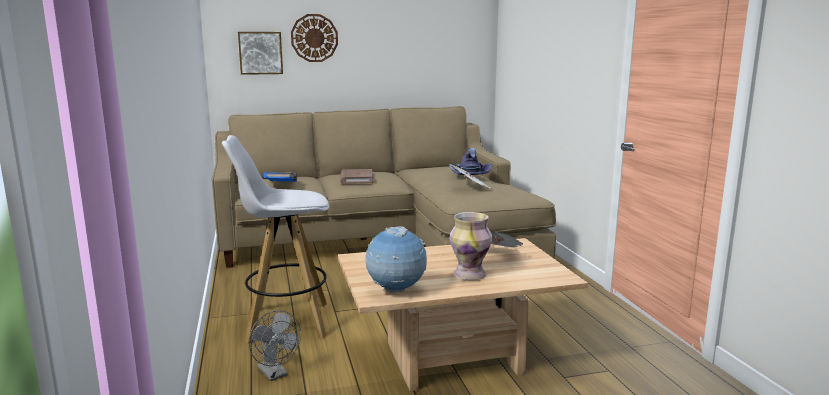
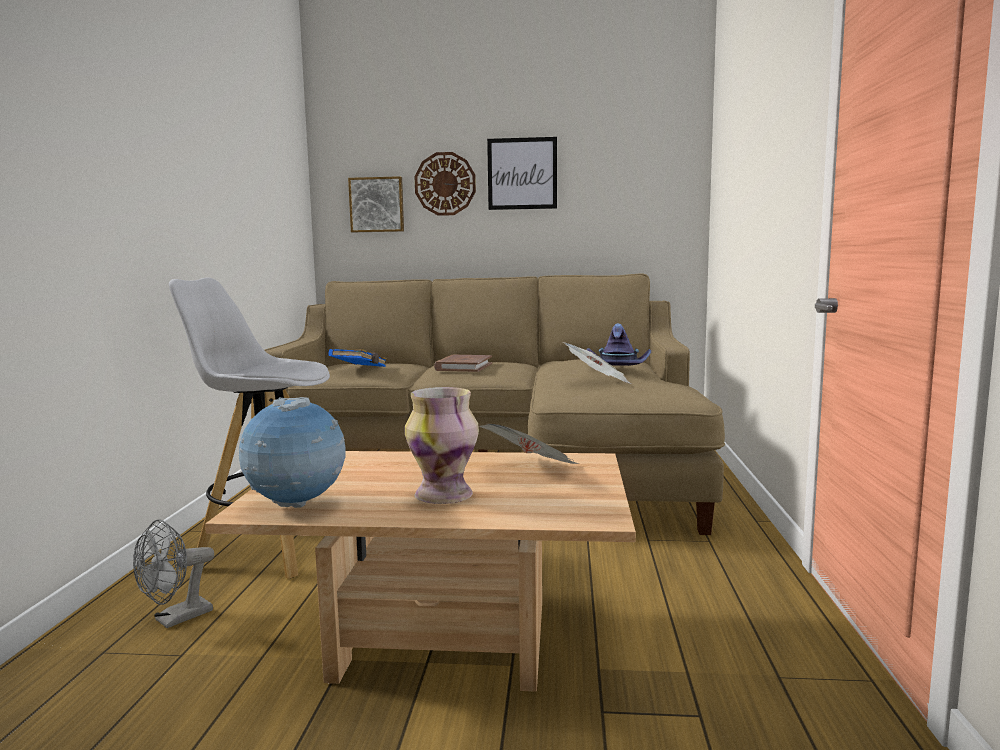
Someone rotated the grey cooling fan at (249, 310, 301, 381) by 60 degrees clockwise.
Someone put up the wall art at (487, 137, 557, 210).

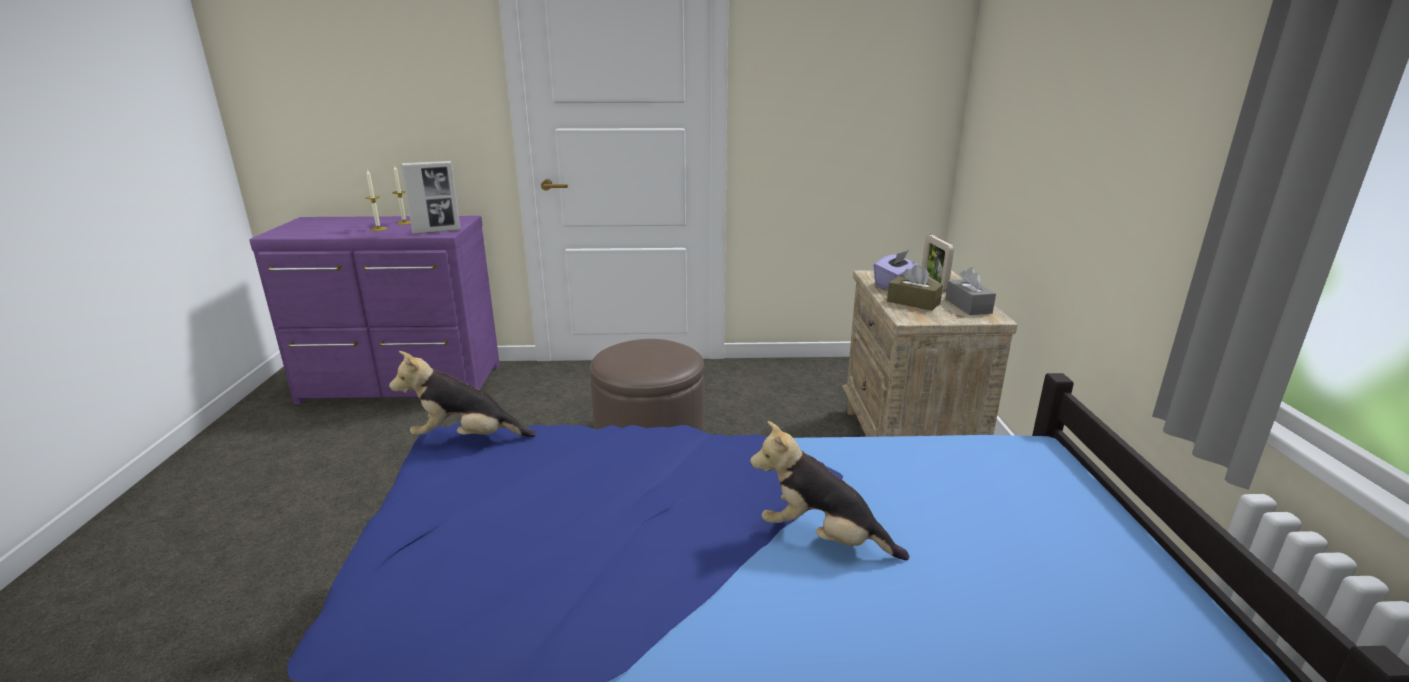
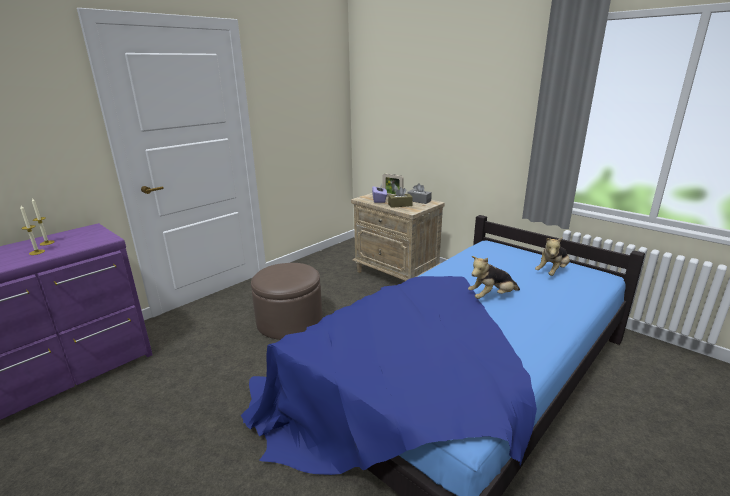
Someone took away the standing frame at (401, 161, 461, 234).
Someone carried the plush toy from (389, 351, 536, 437) to (535, 237, 570, 276).

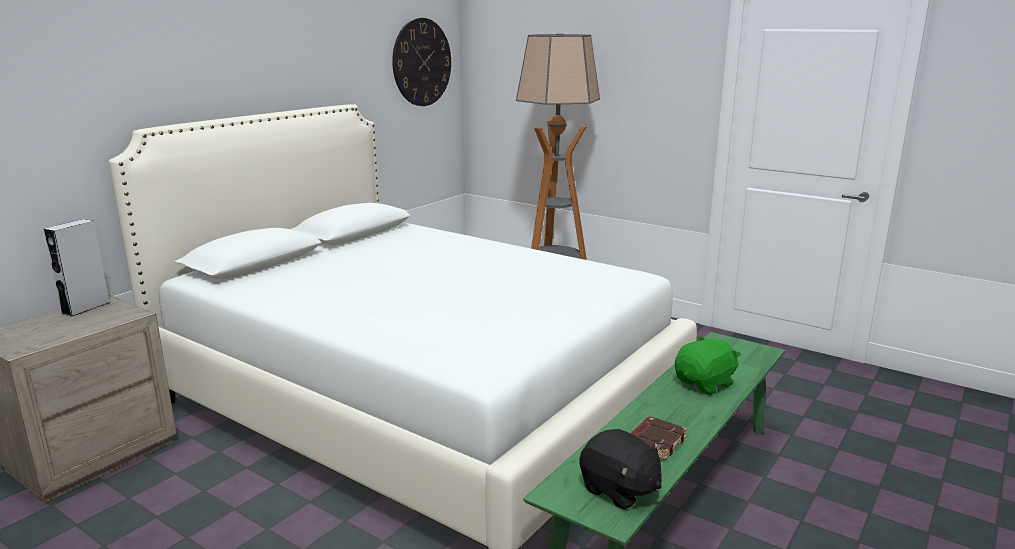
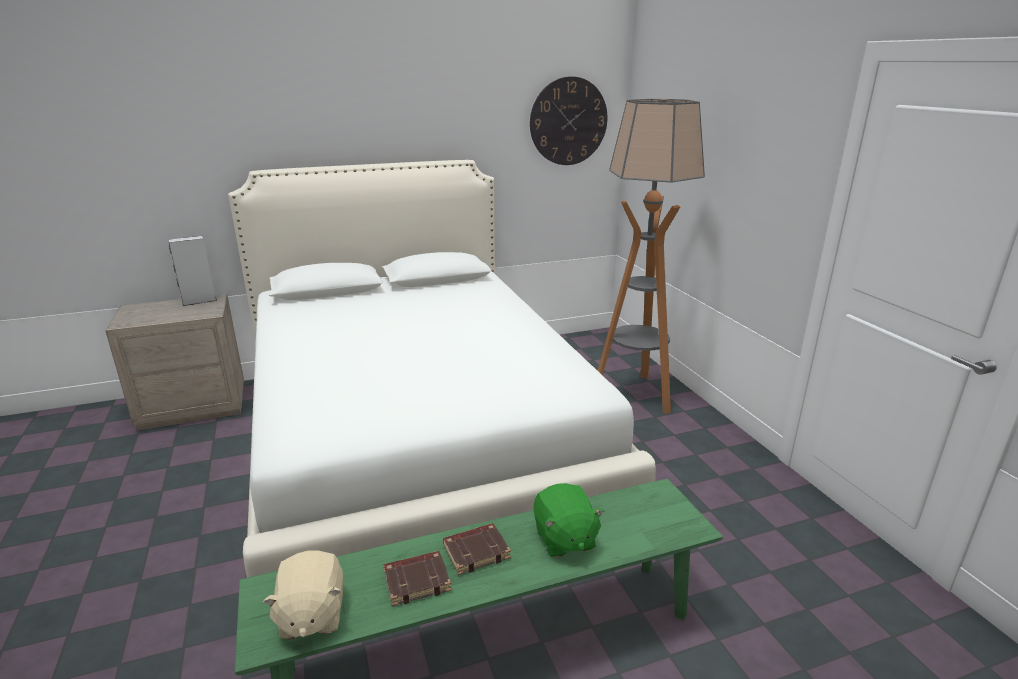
Someone rotated the green plush toy at (675, 336, 741, 395) by 75 degrees clockwise.
Someone repainted the black-coloured plush toy at (580, 429, 662, 510), which became the sand-coloured plush toy at (263, 551, 343, 640).
Someone put down the brownish bound book at (443, 523, 511, 575).

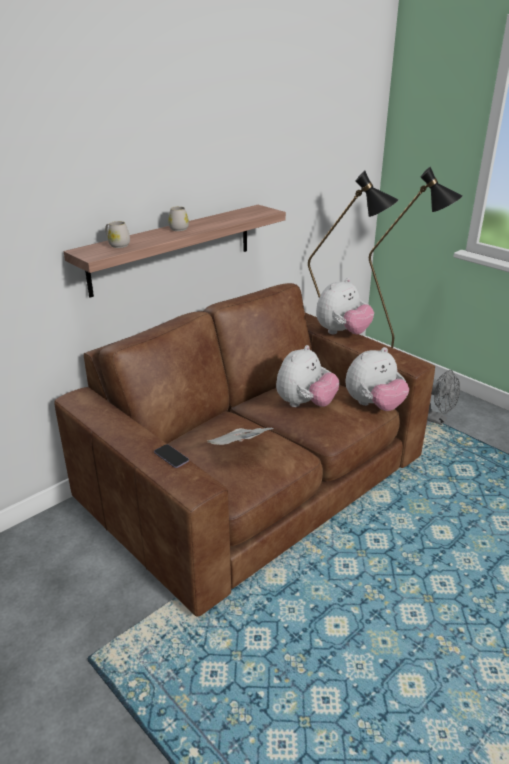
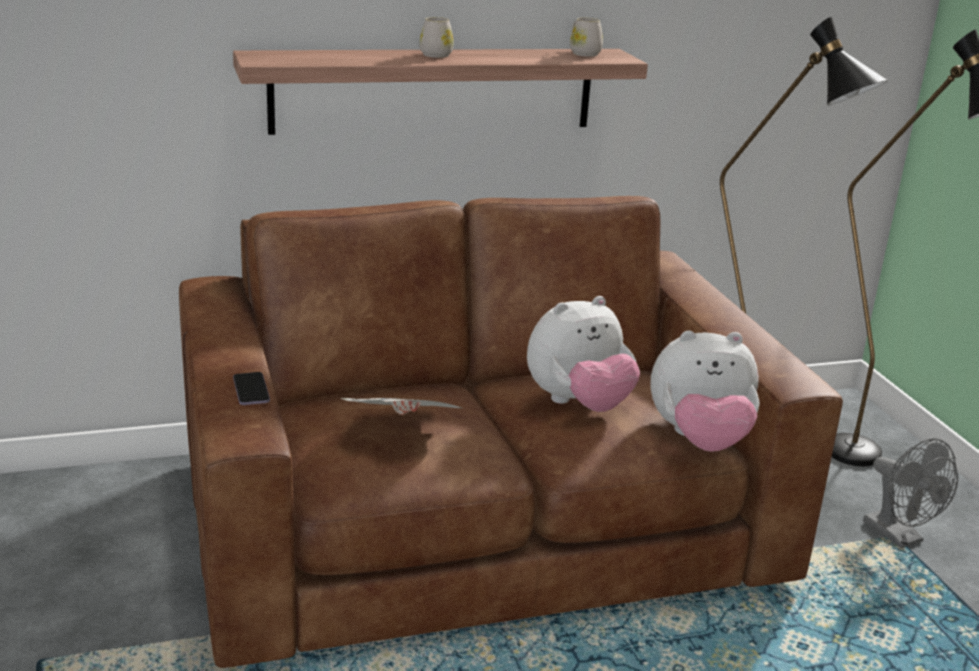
Someone carried the whitish tea mug from (105, 221, 130, 248) to (570, 17, 603, 56).
Someone took away the plush toy at (316, 278, 374, 335).

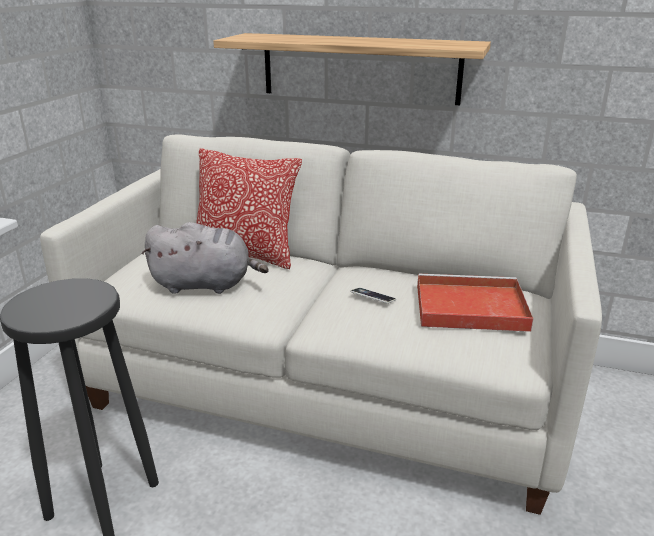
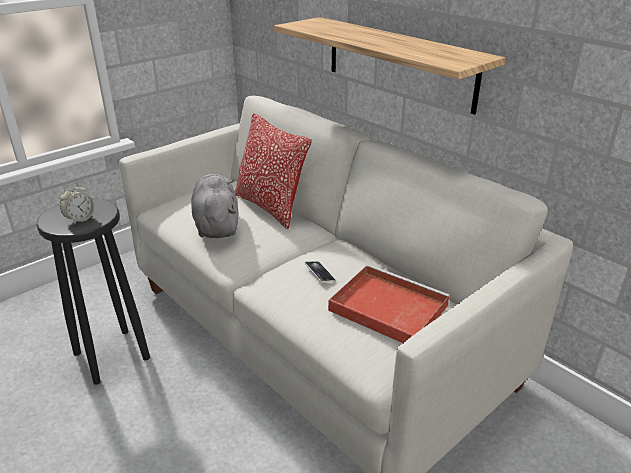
Someone rotated the grey plush toy at (142, 222, 269, 294) by 135 degrees counterclockwise.
Someone put down the bedside clock at (60, 183, 95, 225).

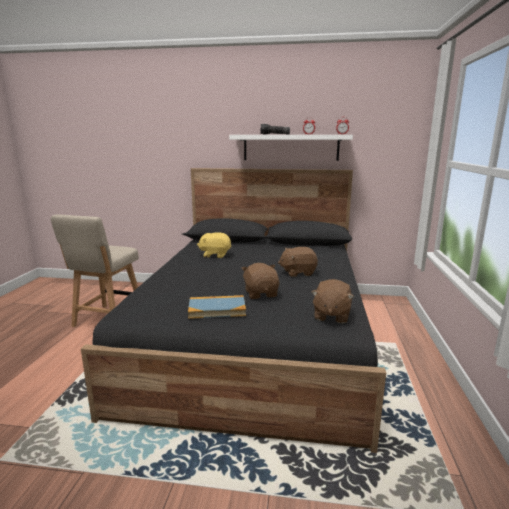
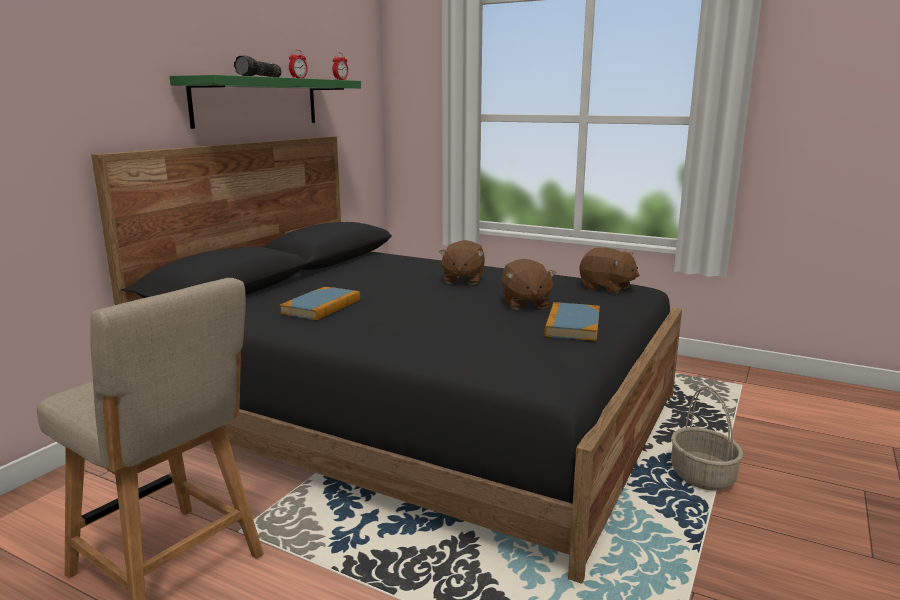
Someone repainted the whitish shelf at (229, 135, 353, 161), which became the green shelf at (169, 75, 361, 129).
Someone swapped the yellow plush toy at (197, 232, 232, 258) for the bound book at (280, 287, 360, 320).
Someone rotated the brownish plush toy at (241, 263, 280, 299) by 105 degrees counterclockwise.
Someone put down the household basket at (671, 386, 743, 491).

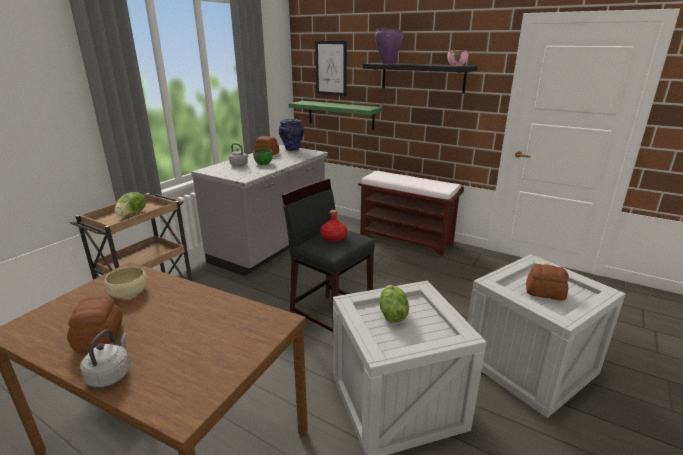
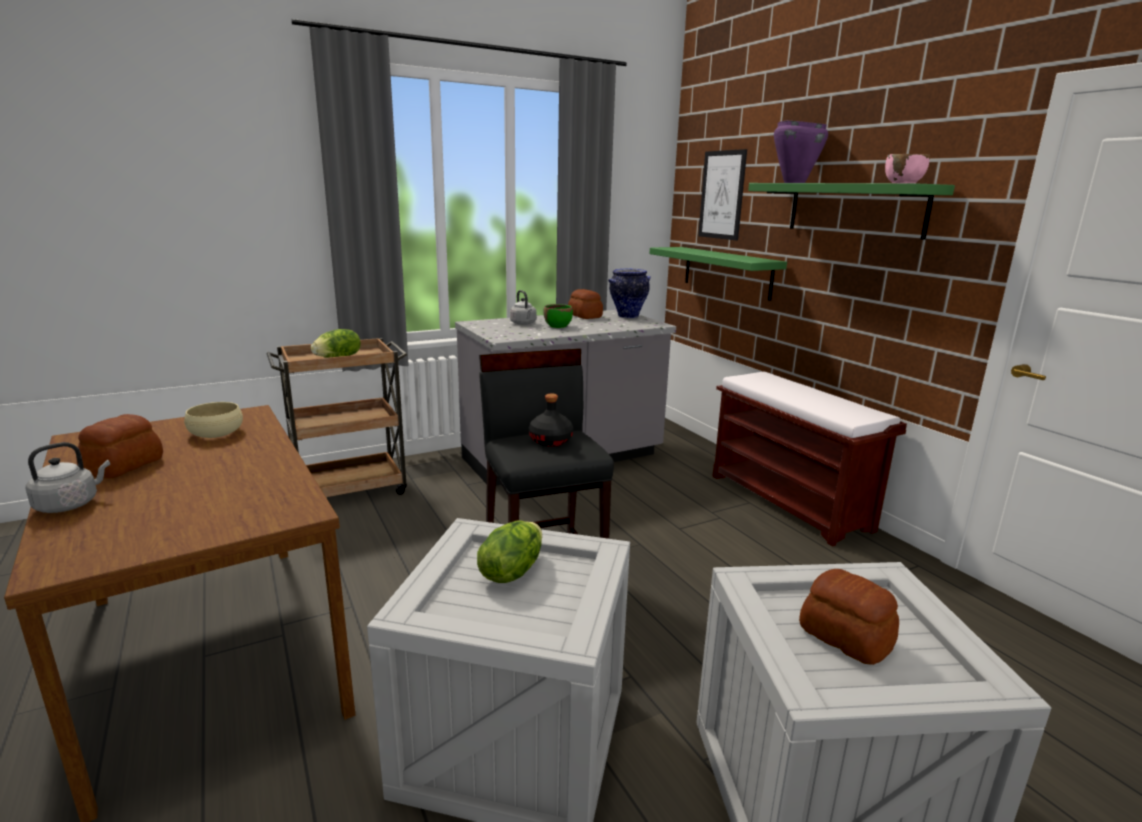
Someone repainted the black-coloured shelf at (363, 63, 478, 93), which became the green shelf at (748, 183, 955, 240).
Someone repainted the red beverage bottle at (320, 210, 347, 242), which became the black-coloured beverage bottle at (529, 394, 573, 446).

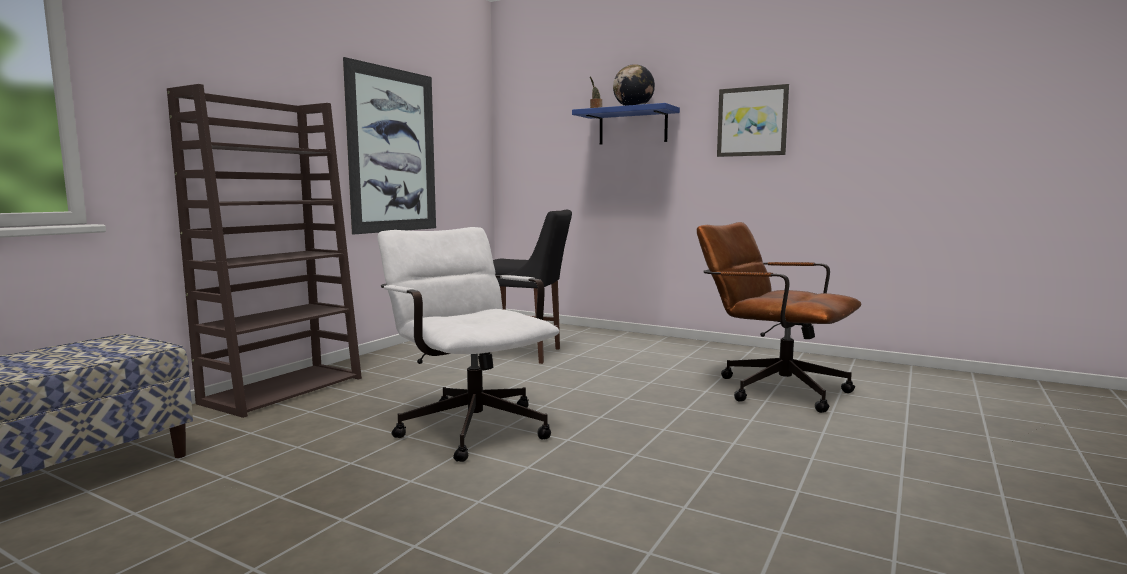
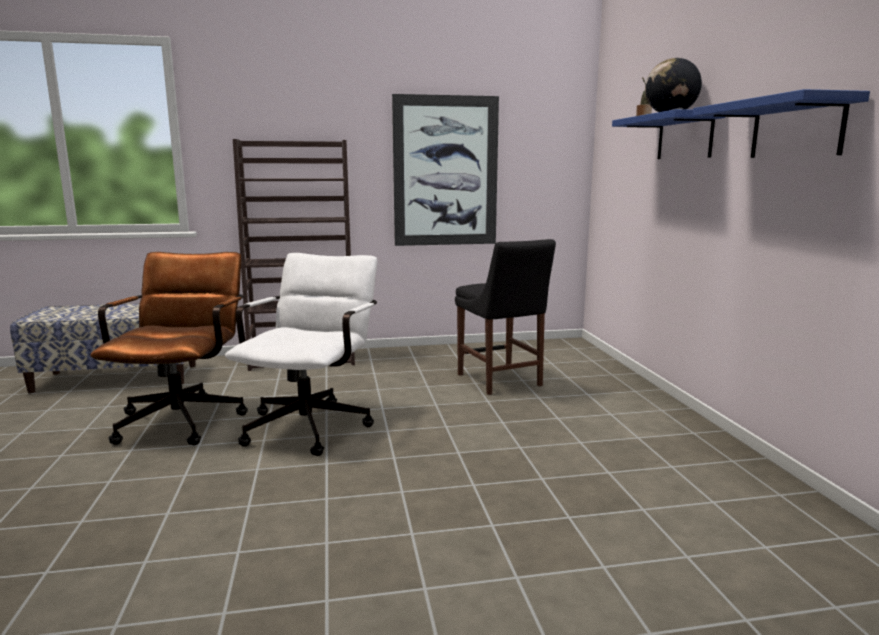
Someone swapped the wall art at (717, 84, 789, 157) for the blue shelf at (693, 89, 870, 158).
Someone carried the brownish office chair from (697, 222, 861, 413) to (90, 252, 248, 445).

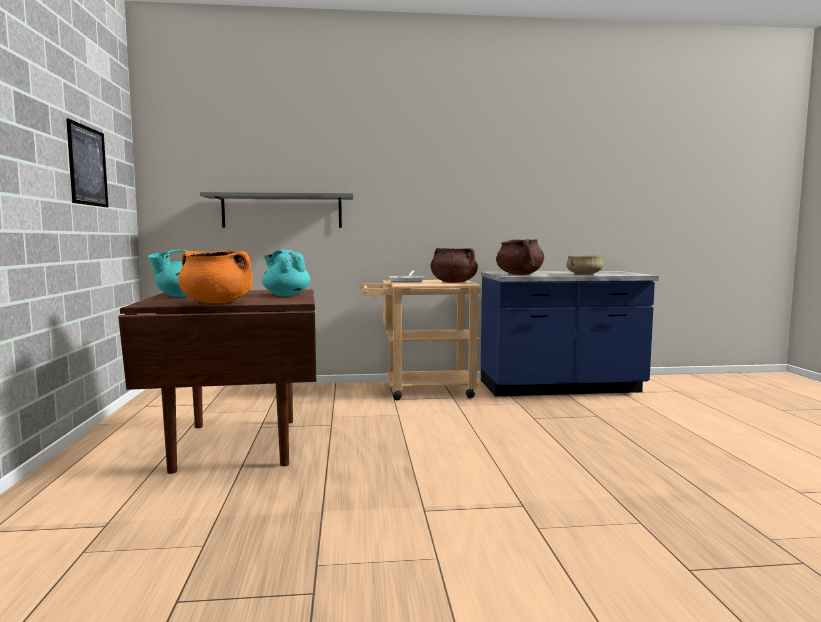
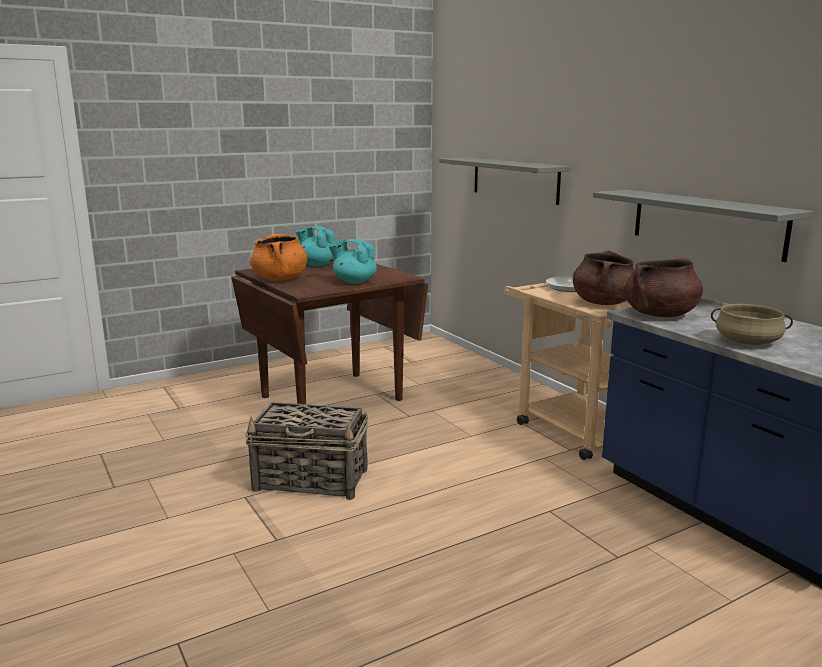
Someone took away the wall art at (66, 118, 108, 207).
Someone rotated the turquoise-coloured tea pot at (262, 249, 310, 296) by 90 degrees counterclockwise.
Someone put up the grey shelf at (593, 190, 814, 262).
Someone put down the household basket at (245, 402, 369, 500).

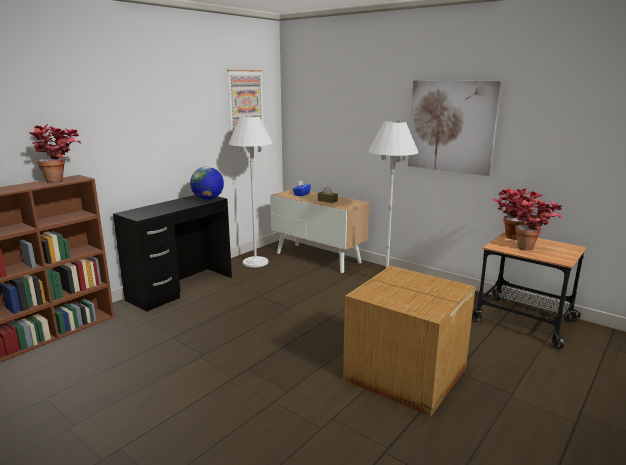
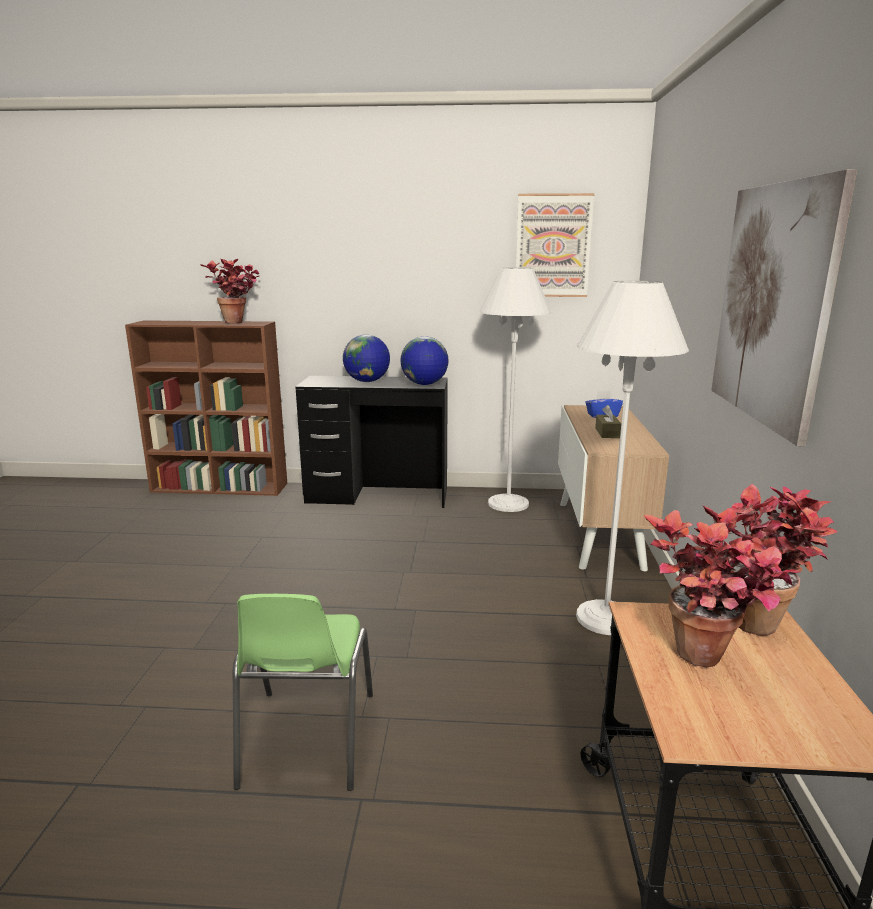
Someone swapped the cardboard box at (343, 266, 476, 417) for the green upright chair at (233, 594, 373, 791).
Someone put down the world globe at (343, 335, 390, 382).

